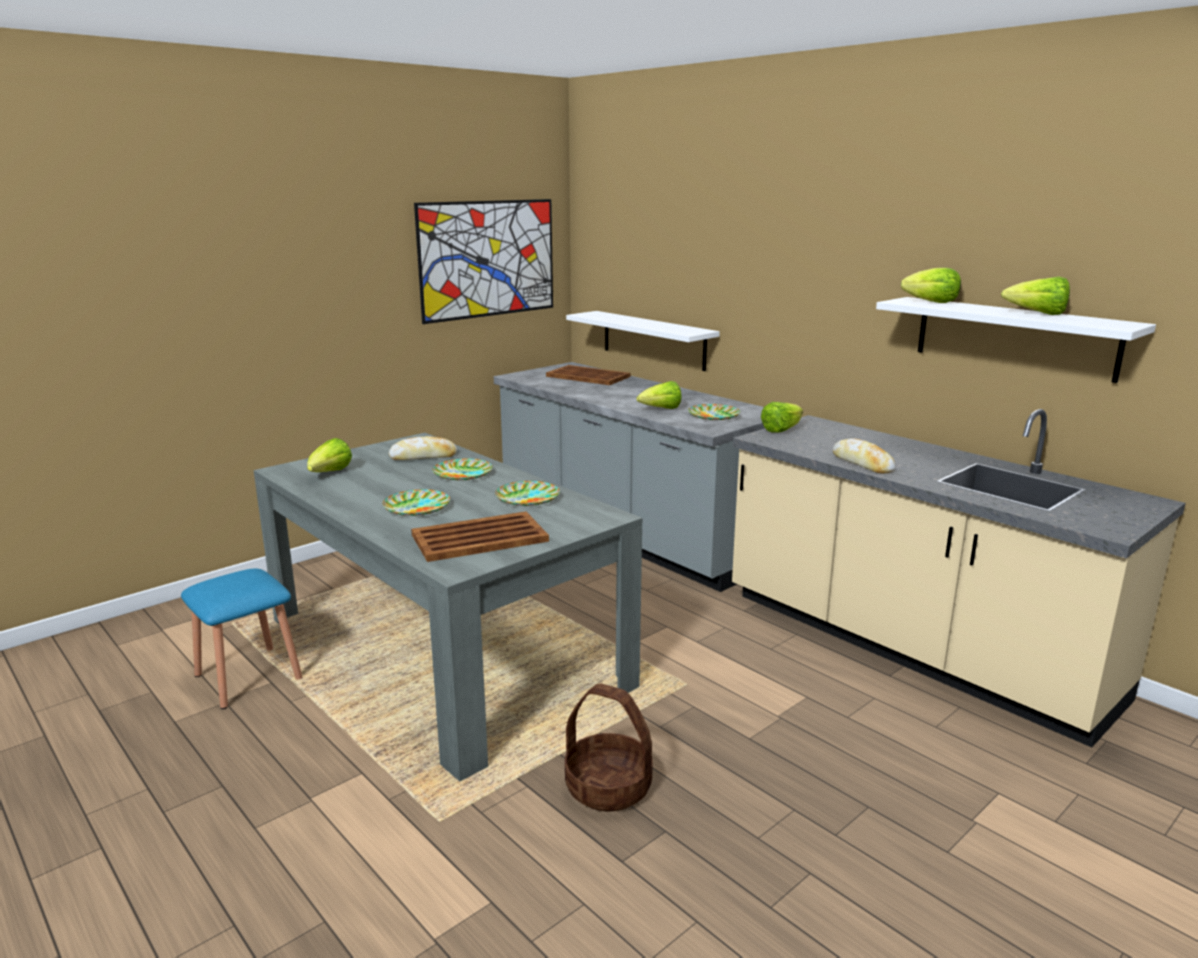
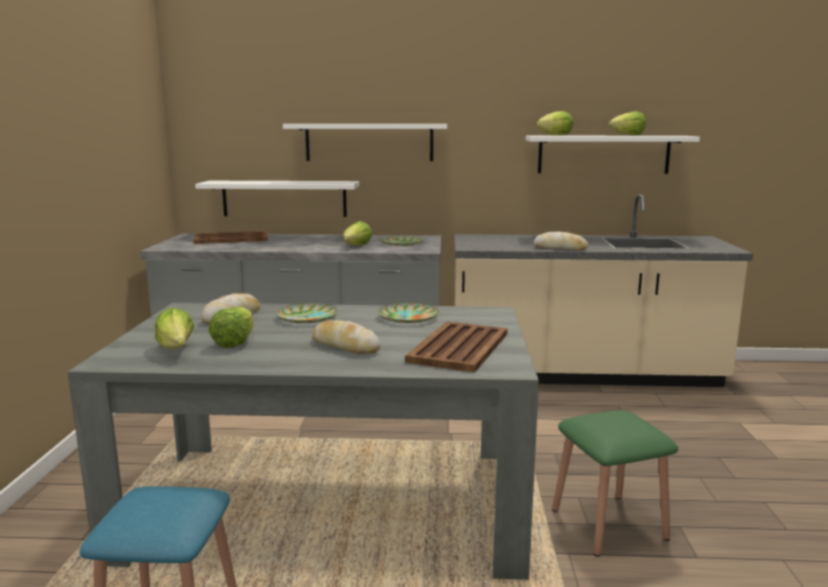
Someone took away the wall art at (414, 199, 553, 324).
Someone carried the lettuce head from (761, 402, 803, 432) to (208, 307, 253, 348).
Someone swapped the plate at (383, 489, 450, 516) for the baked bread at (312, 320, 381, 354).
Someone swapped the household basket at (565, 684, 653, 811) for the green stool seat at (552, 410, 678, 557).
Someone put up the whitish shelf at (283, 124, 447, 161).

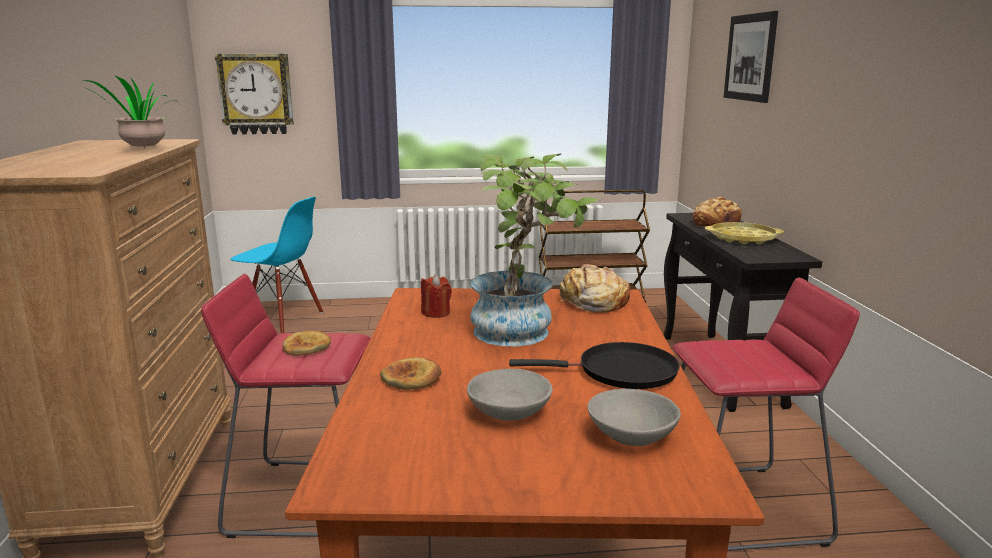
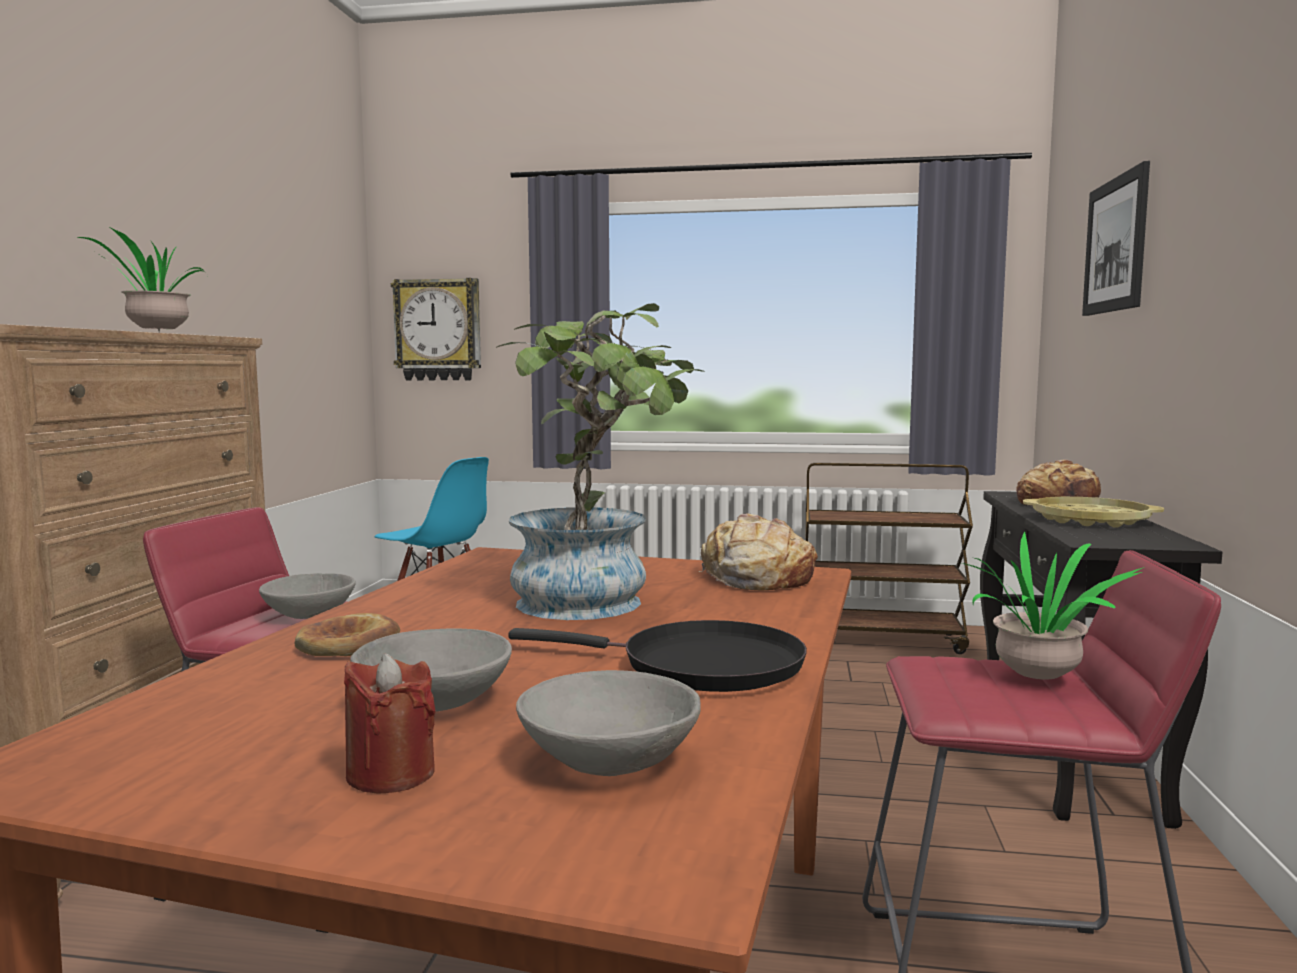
Someone carried the red candle from (421, 275, 452, 318) to (344, 653, 435, 793).
Someone swapped the baked bread at (282, 331, 331, 356) for the grey deep dish at (259, 573, 356, 619).
Someone put down the houseplant at (961, 531, 1144, 680).

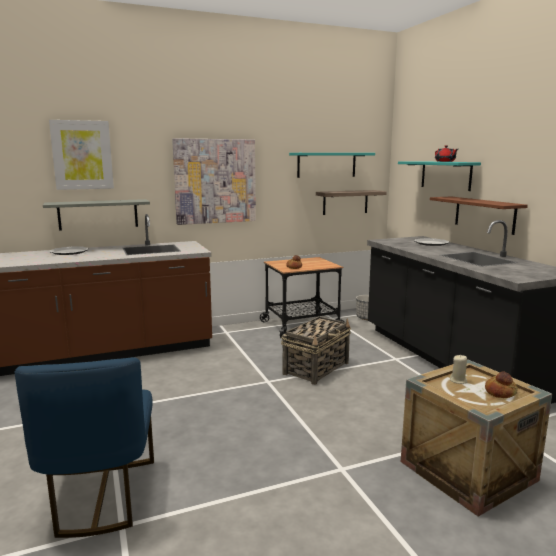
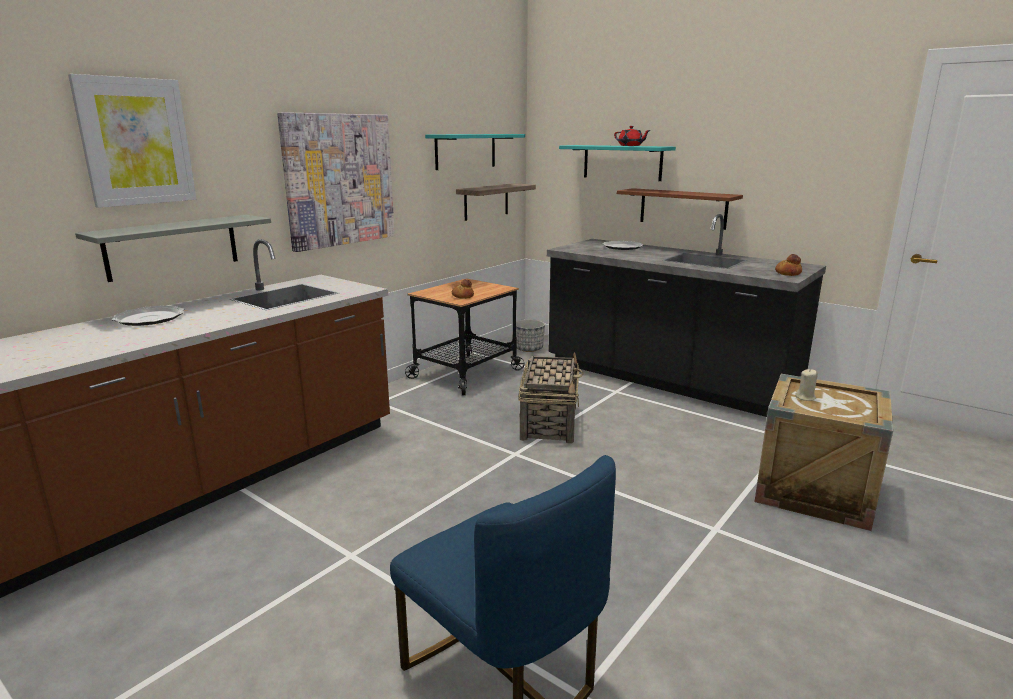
Someone carried the baked bread from (485, 371, 518, 398) to (775, 254, 802, 276).

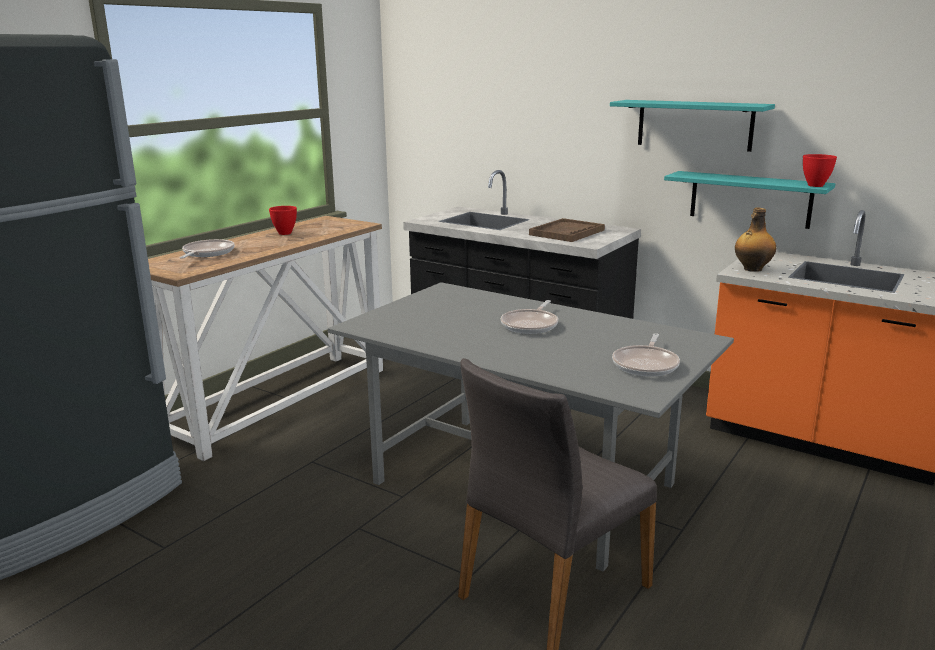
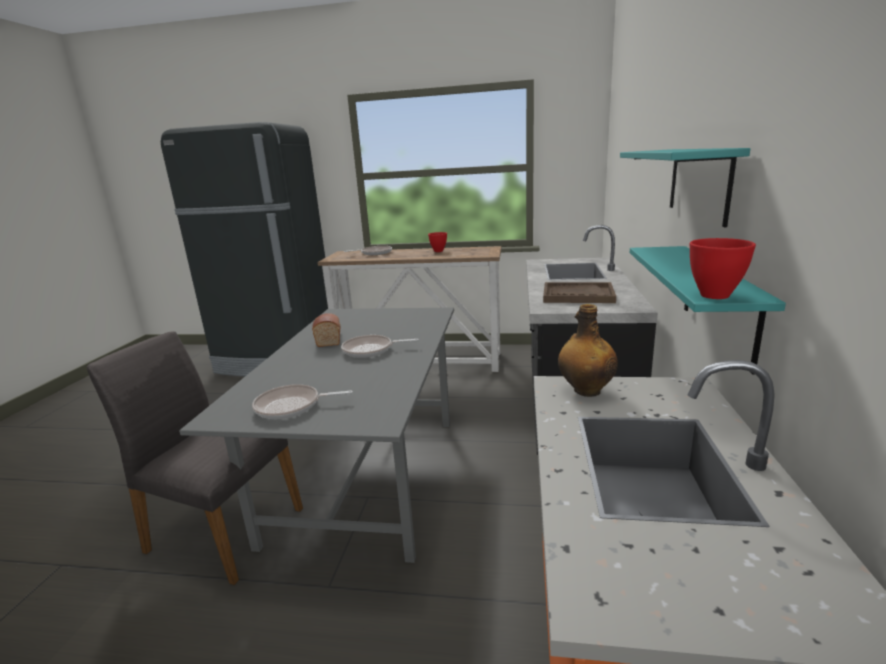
Someone put down the baked bread at (312, 313, 341, 347).

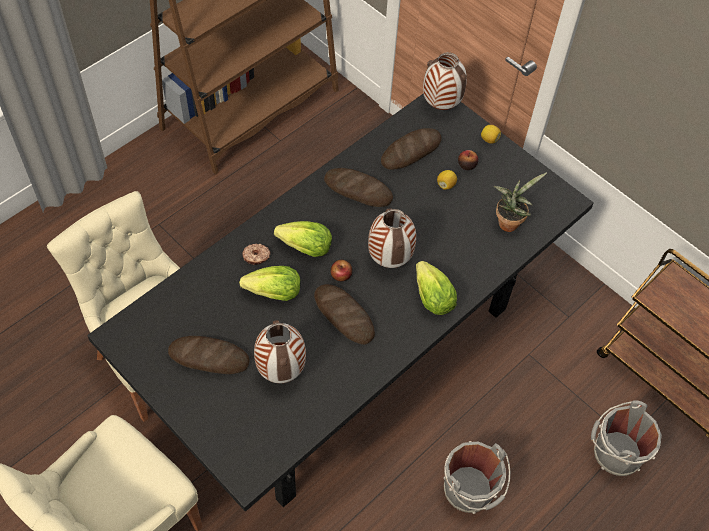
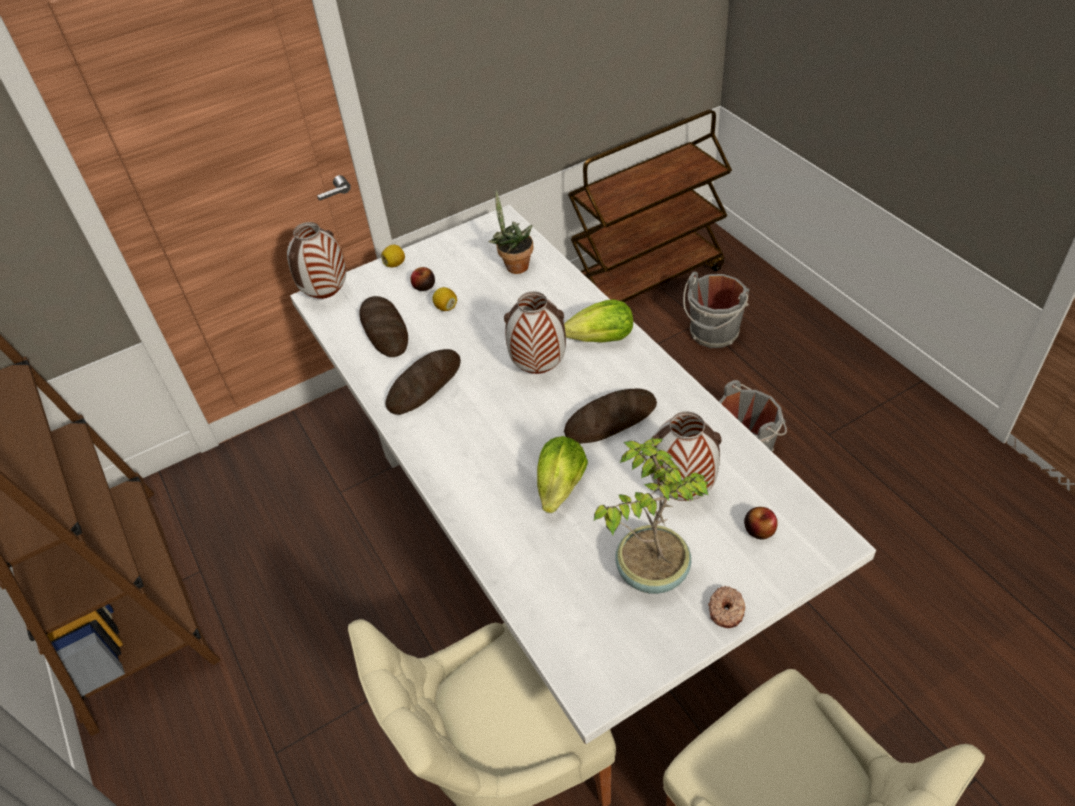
Someone repainted the black-coloured kitchen table at (87, 94, 594, 511), which became the whitish kitchen table at (290, 205, 876, 744).
Someone took away the lettuce head at (274, 221, 332, 257).
Someone carried the doughnut from (243, 244, 271, 265) to (708, 586, 745, 628).
Someone carried the whole apple from (330, 259, 353, 282) to (744, 507, 778, 540).
Someone swapped the baked bread at (168, 336, 250, 374) for the houseplant at (594, 438, 709, 594).

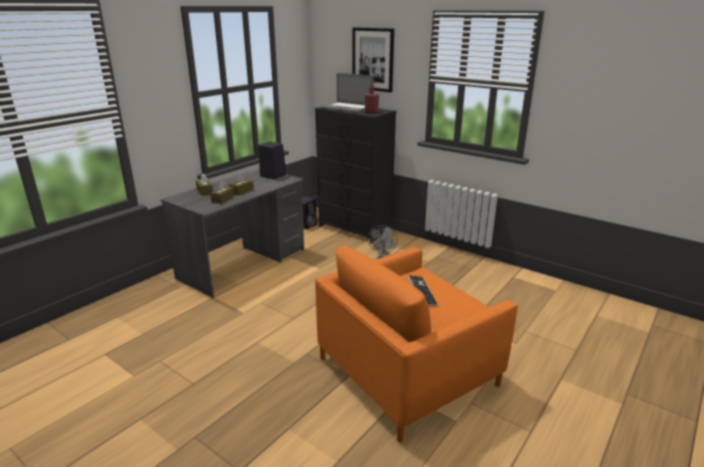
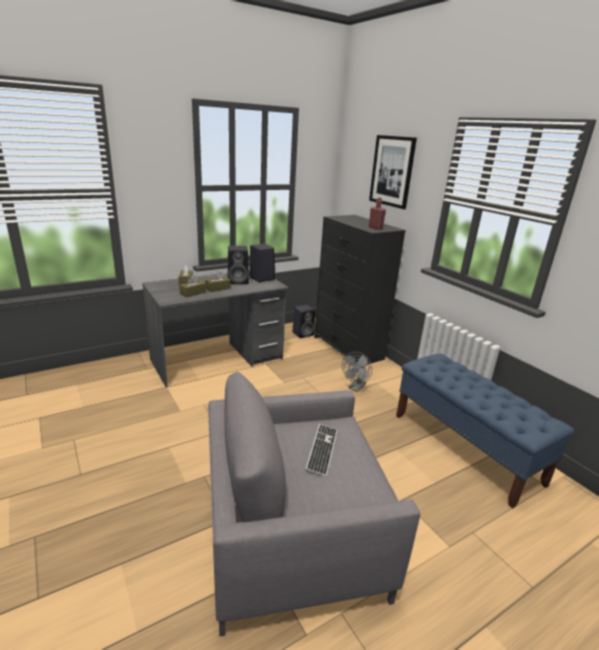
Someone took away the portable computer at (321, 73, 374, 113).
Someone repainted the orange-coloured armchair at (315, 246, 518, 443), which became the grey armchair at (208, 372, 420, 637).
Someone put down the black-coloured speaker at (228, 246, 249, 284).
Someone put down the blue long seat at (396, 354, 575, 508).

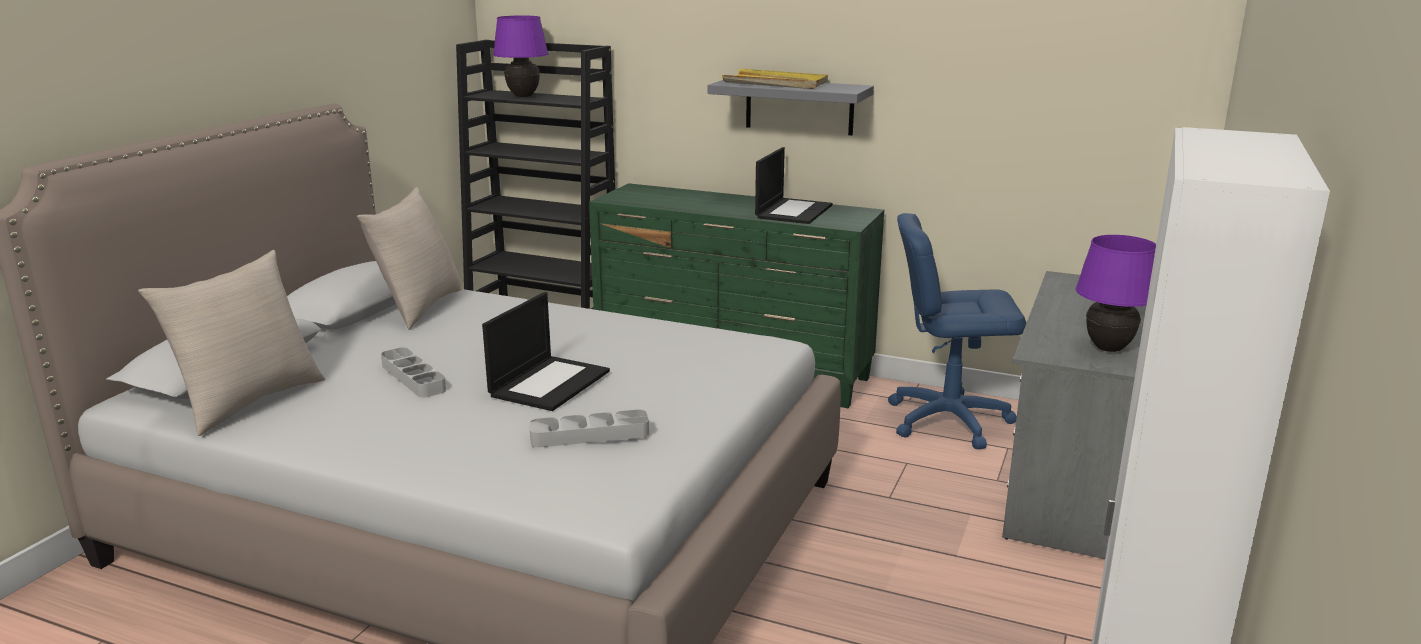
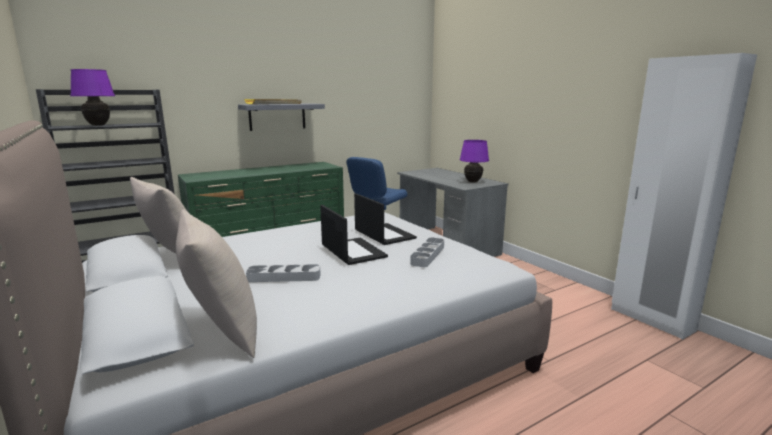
Someone carried the portable computer from (755, 147, 832, 224) to (354, 193, 417, 245).

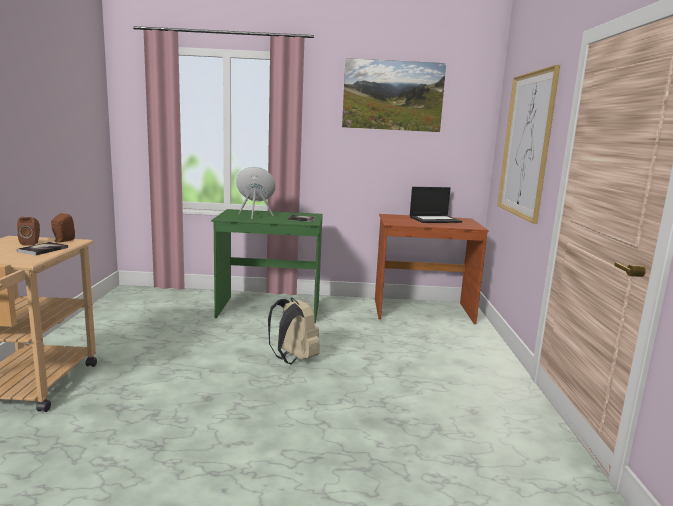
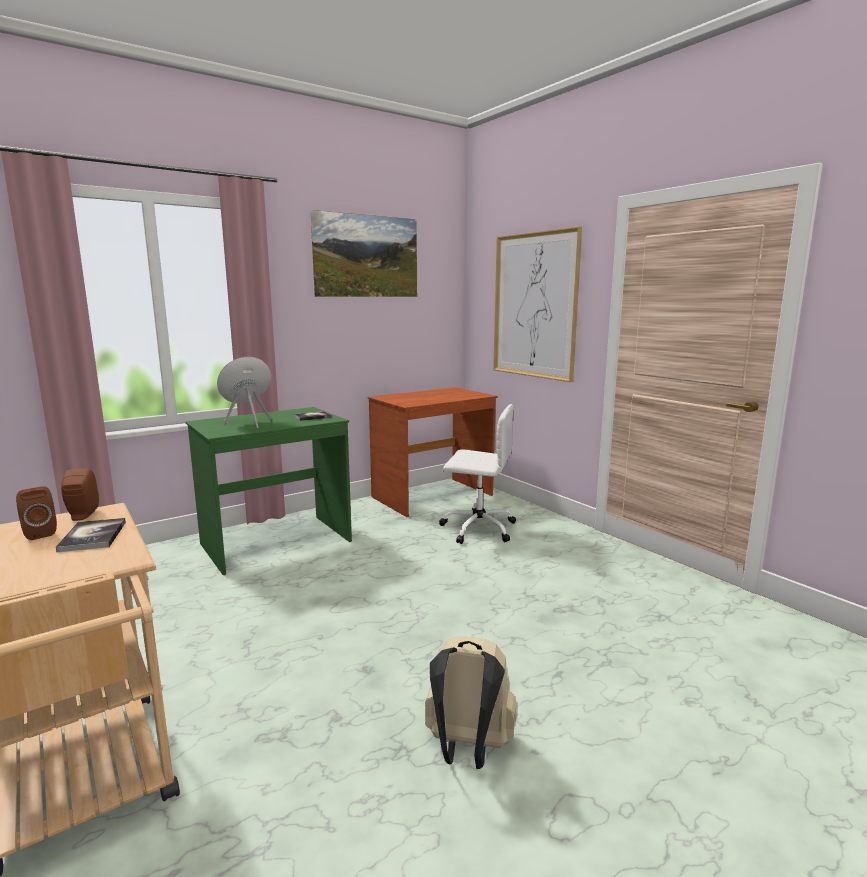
Someone took away the portable computer at (410, 187, 462, 223).
Someone carried the sand-coloured backpack from (268, 297, 320, 365) to (425, 636, 517, 769).
Someone put down the whitish office chair at (439, 404, 516, 544).

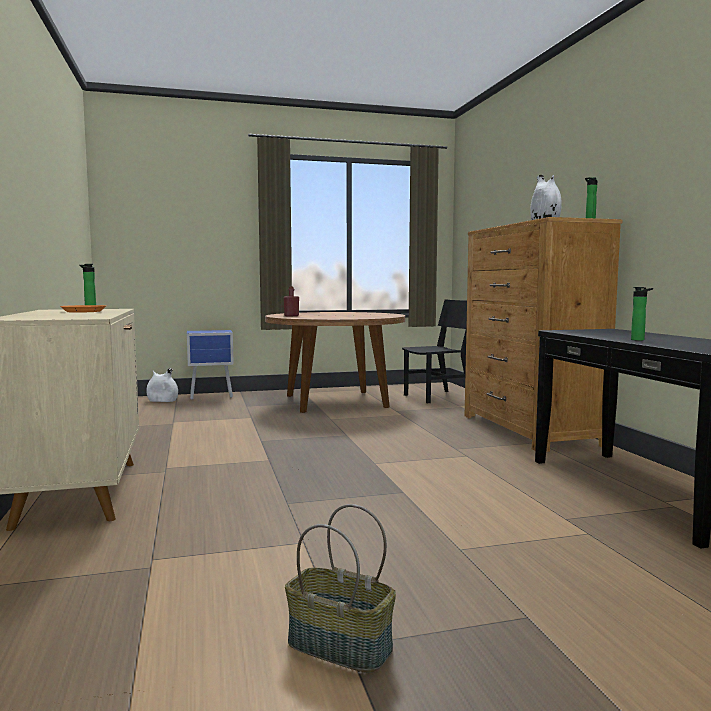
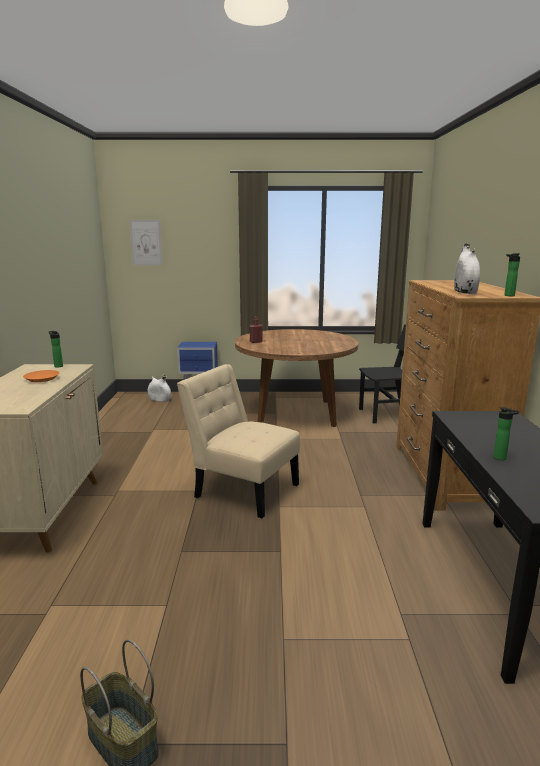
Someone put up the wall art at (129, 220, 163, 266).
Someone put down the sand-coloured upright chair at (177, 364, 300, 518).

